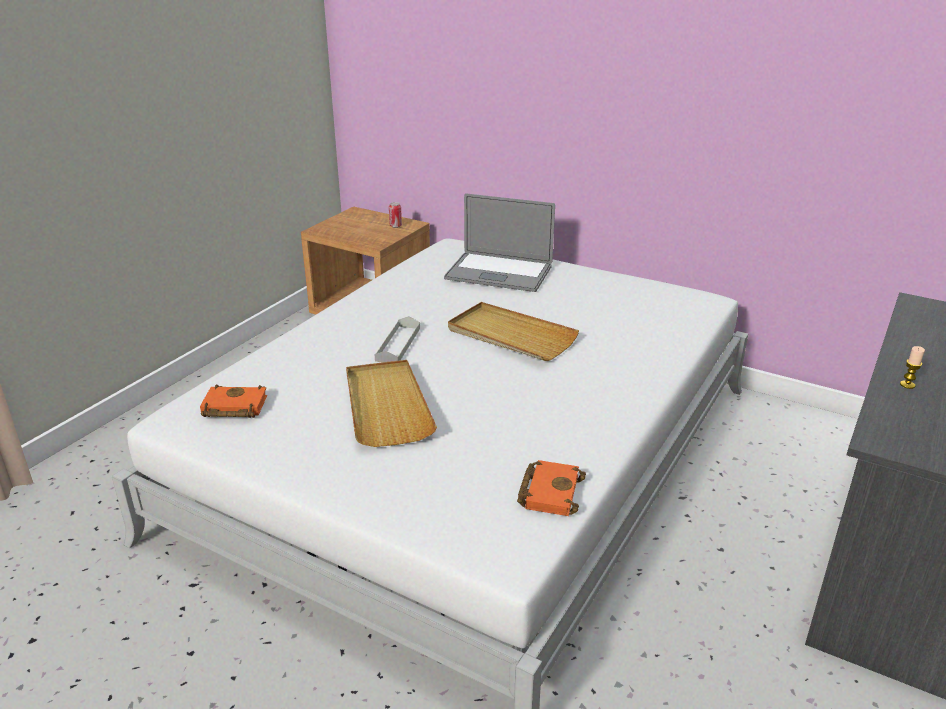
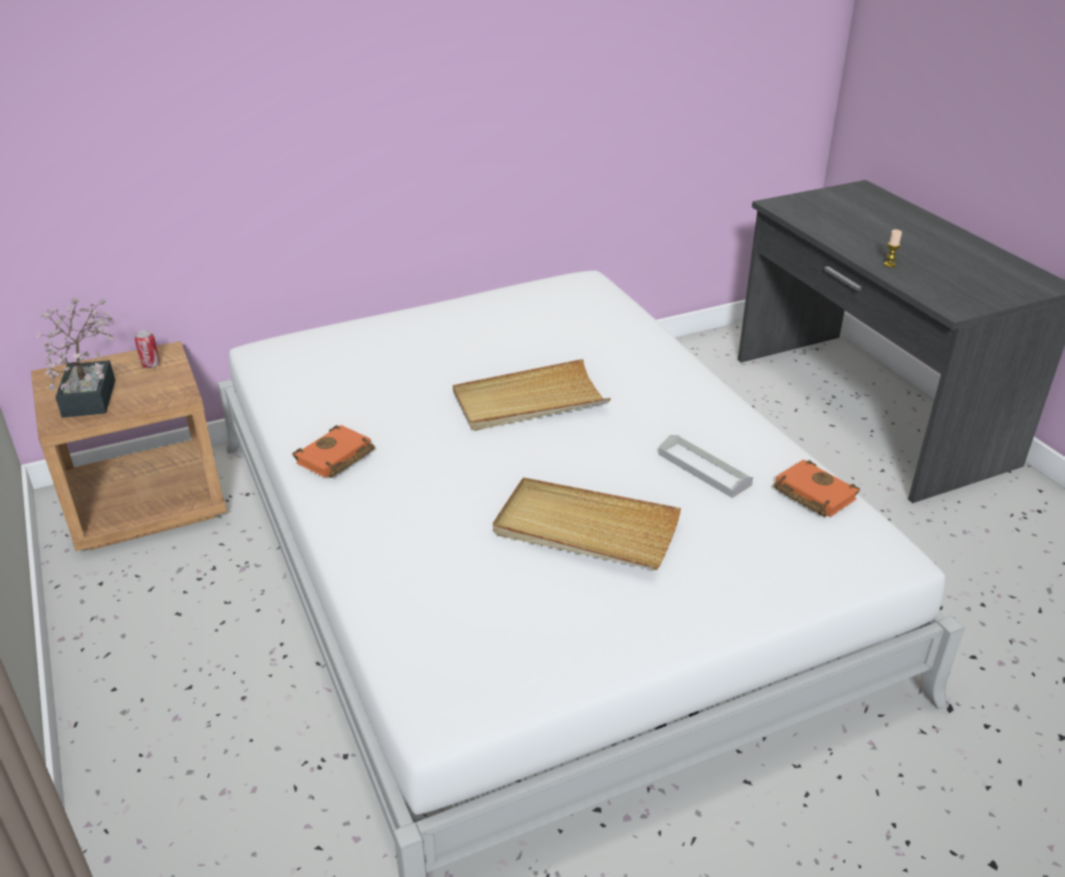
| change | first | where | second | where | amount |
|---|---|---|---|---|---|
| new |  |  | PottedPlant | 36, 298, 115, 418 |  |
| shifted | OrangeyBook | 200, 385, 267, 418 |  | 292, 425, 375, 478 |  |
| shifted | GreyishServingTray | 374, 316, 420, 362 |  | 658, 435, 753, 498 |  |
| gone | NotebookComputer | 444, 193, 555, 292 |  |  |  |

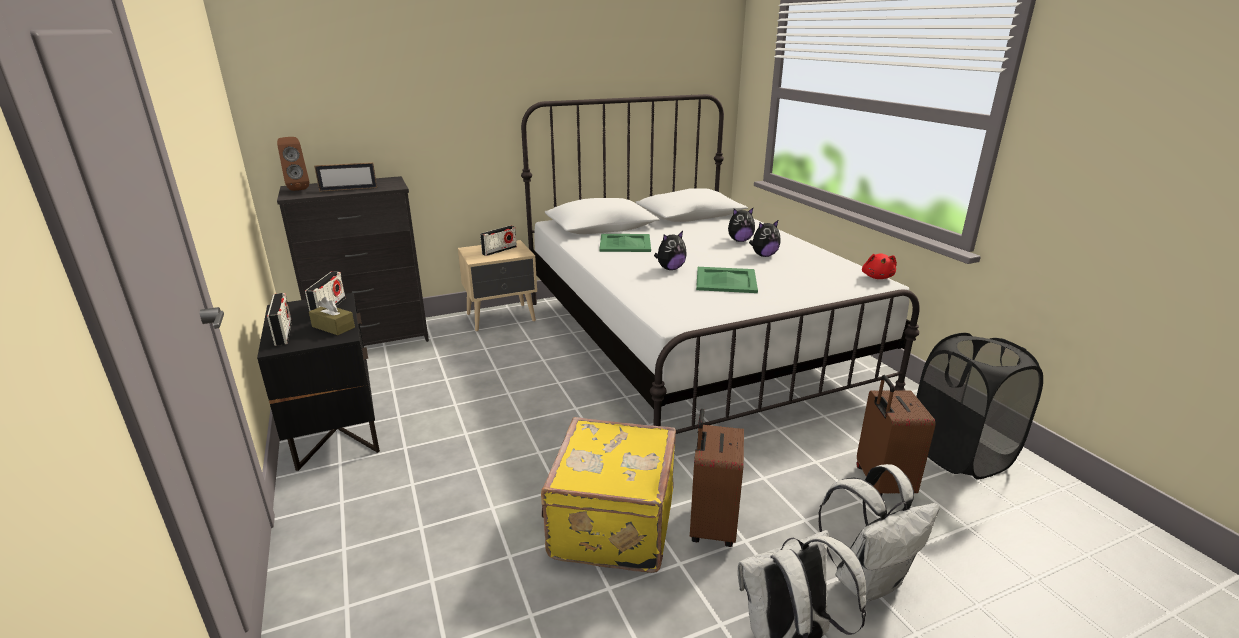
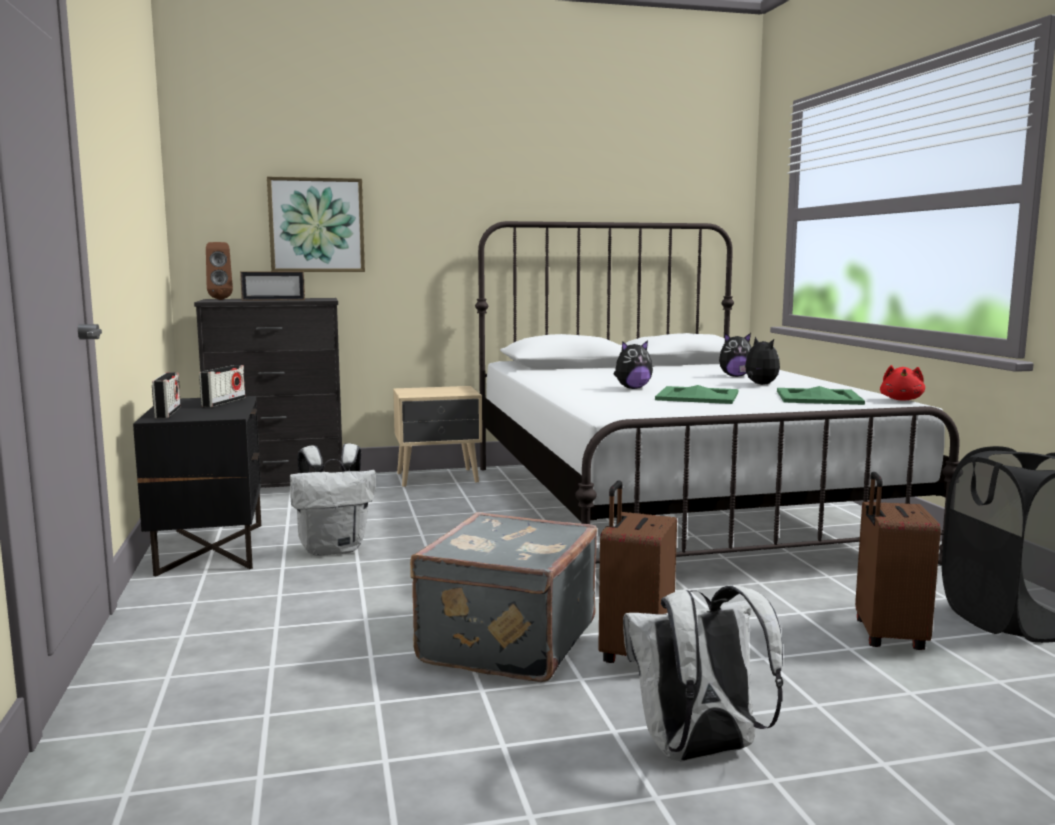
| change | first | where | second | where | amount |
|---|---|---|---|---|---|
| new |  |  | Picture | 267, 177, 365, 272 |  |
| shifted | WhiteKnapsack | 818, 464, 940, 602 |  | 290, 443, 376, 556 |  |
| repainted | YellowishPieceOfLuggage | 541, 417, 676, 573 | GreyishPieceOfLuggage | 410, 512, 597, 682 |  |
| rotated | CuddlyToy | 749, 220, 781, 257 |  | 739, 337, 780, 385 | 105 degrees counterclockwise |
| shifted | GreenishServingTray | 599, 234, 651, 252 |  | 777, 386, 865, 405 |  |
| gone | BrownTissueBox | 309, 297, 355, 335 |  |  |  |
| gone | RadioReceiver | 480, 225, 517, 256 |  |  |  |

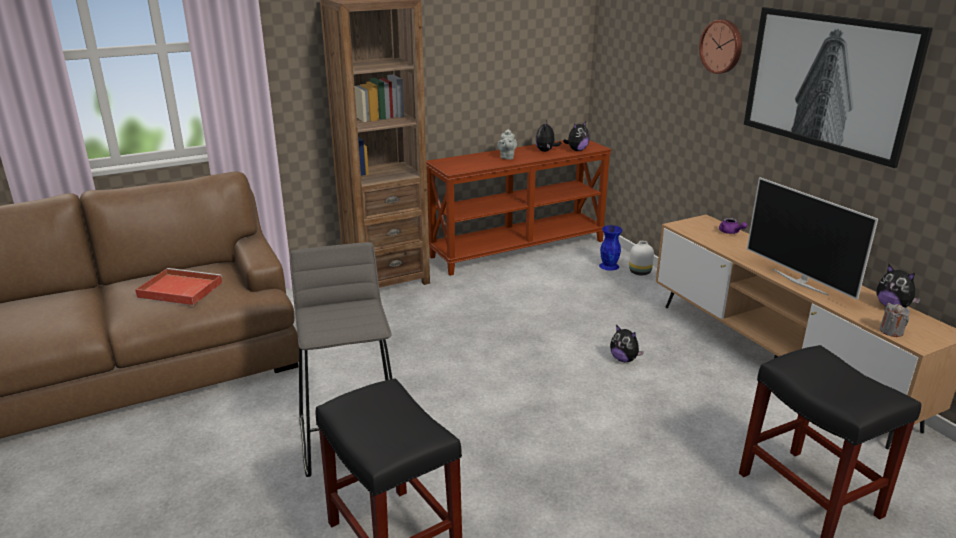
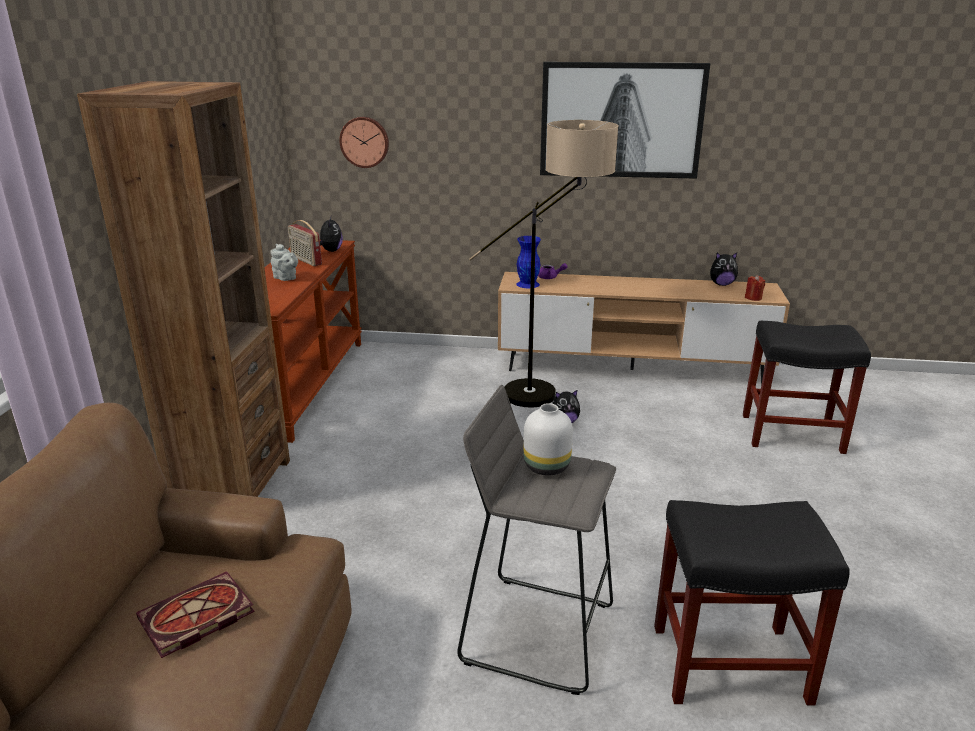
| change | first | where | second | where | amount |
|---|---|---|---|---|---|
| swapped | ReddishServingTray | 135, 268, 223, 305 | Book | 136, 571, 254, 658 |  |
| swapped | CuddlyToy | 536, 120, 561, 152 | RadioReceiver | 288, 220, 322, 266 |  |
| shifted | HangingClock | 699, 20, 742, 74 |  | 339, 117, 389, 168 |  |
| new |  |  | FloorLamp | 469, 120, 619, 408 |  |
| shifted | BlueColouredVase | 599, 225, 623, 271 |  | 516, 236, 541, 288 |  |
| shifted | WhiteVase | 629, 241, 654, 275 |  | 524, 403, 573, 476 |  |
| repainted | GreyishWaxCandle | 880, 303, 910, 337 | ReddishWaxCandle | 745, 275, 765, 301 |  |
| gone | TvSet | 747, 177, 878, 300 |  |  |  |

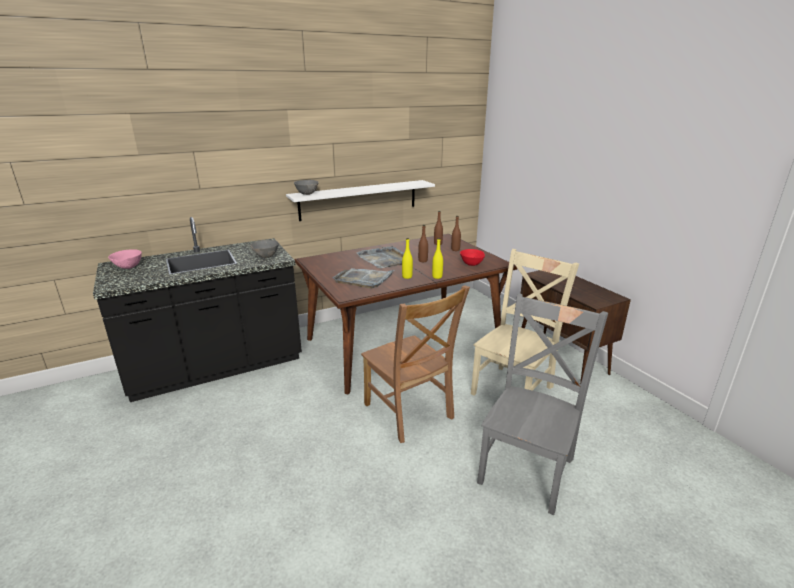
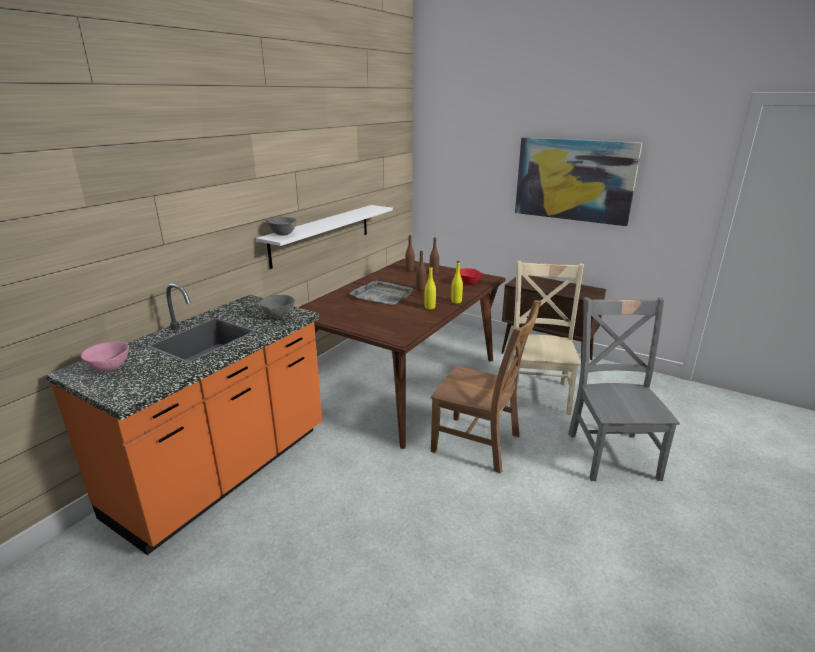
| change | first | where | second | where | amount |
|---|---|---|---|---|---|
| repainted | BlackKitchenBaseUnit | 93, 217, 302, 402 | OrangeyKitchenBaseUnit | 46, 283, 322, 555 |  |
| new |  |  | Picture | 515, 137, 642, 226 |  |
| gone | GreyishServingTray | 333, 268, 394, 288 |  |  |  |

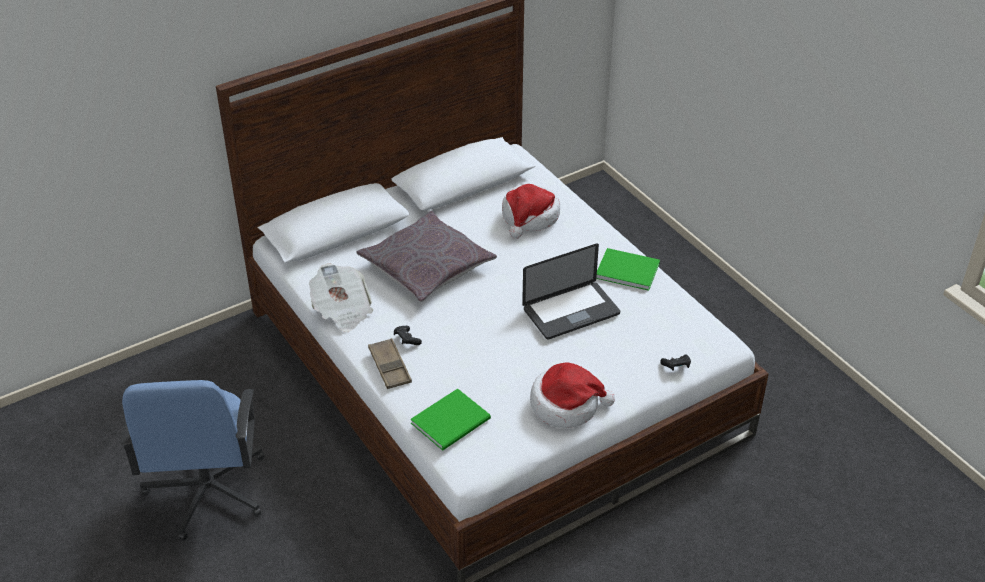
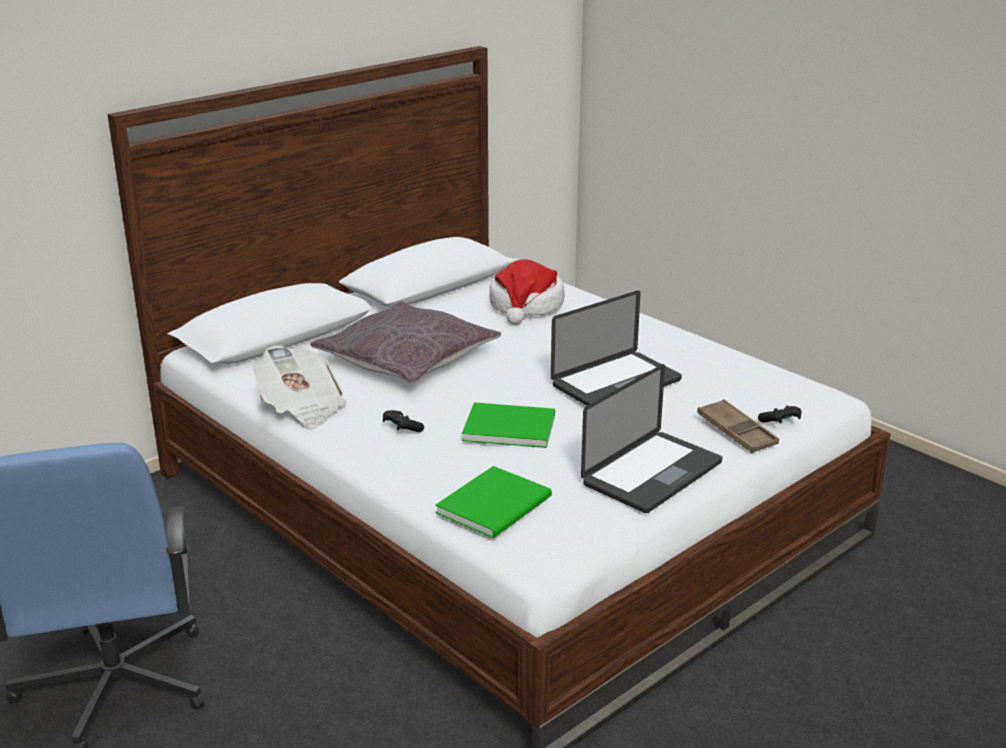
| change | first | where | second | where | amount |
|---|---|---|---|---|---|
| shifted | GreenishBook | 596, 248, 660, 291 |  | 462, 402, 555, 448 |  |
| swapped | WearableHat | 530, 362, 615, 428 | NotebookComputer | 581, 364, 722, 513 |  |
| shifted | BrownServingTray | 368, 338, 412, 389 |  | 697, 399, 779, 453 |  |

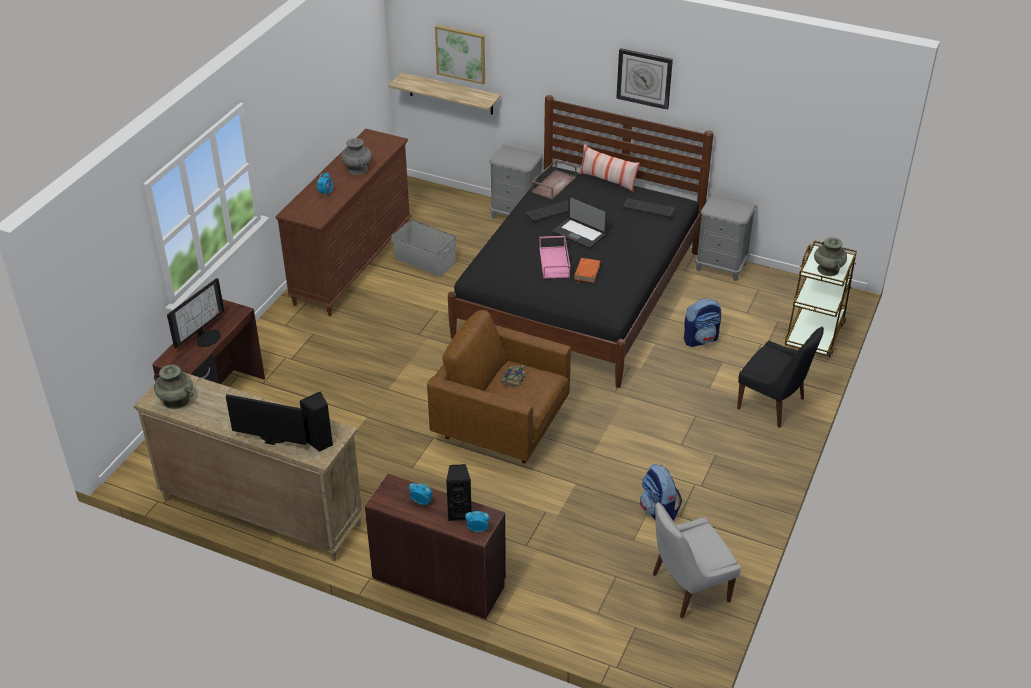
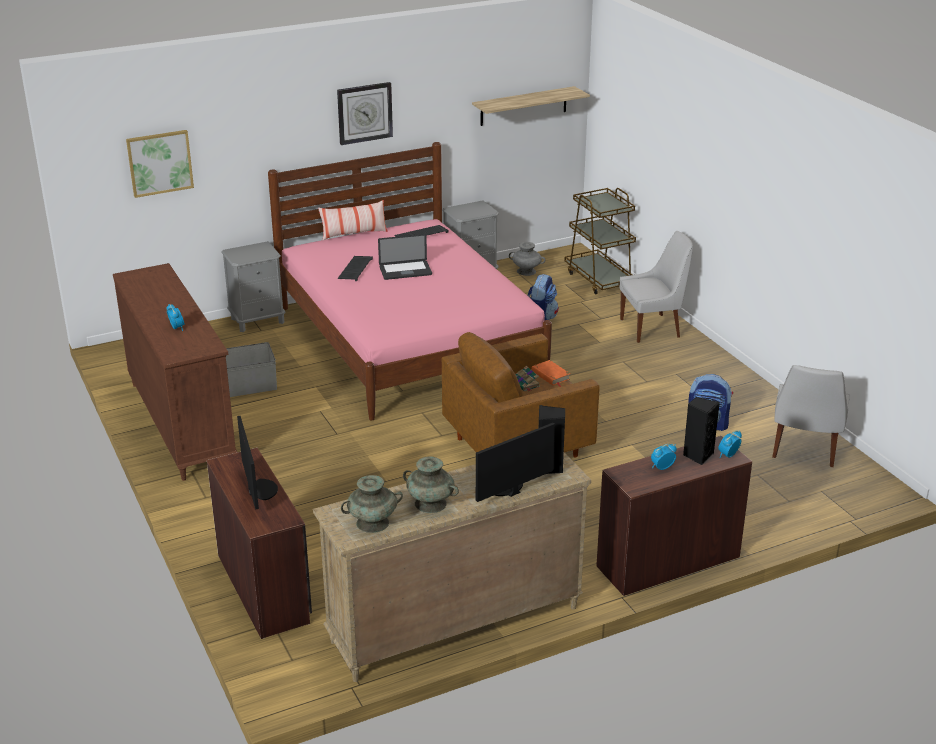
| change | first | where | second | where | amount |
|---|---|---|---|---|---|
| repainted | BlackBed | 448, 95, 714, 388 | PinkishBed | 268, 142, 552, 420 |  |
| shifted | BlueGreenVase | 814, 237, 847, 276 |  | 403, 456, 459, 513 |  |
| shifted | BracketShelf | 388, 72, 501, 115 |  | 472, 86, 590, 126 |  |
| shifted | GreyishVase | 341, 138, 372, 175 |  | 509, 242, 546, 276 |  |
| shifted | OrangeyBook | 574, 258, 600, 284 |  | 532, 360, 570, 387 |  |
| repainted | BlackPlainChair | 737, 327, 824, 428 | WhitePlainChair | 620, 231, 693, 343 |  |
| gone | BrownServingTray | 532, 160, 577, 200 |  |  |  |
| gone | PinkishServingTray | 539, 236, 570, 279 |  |  |  |

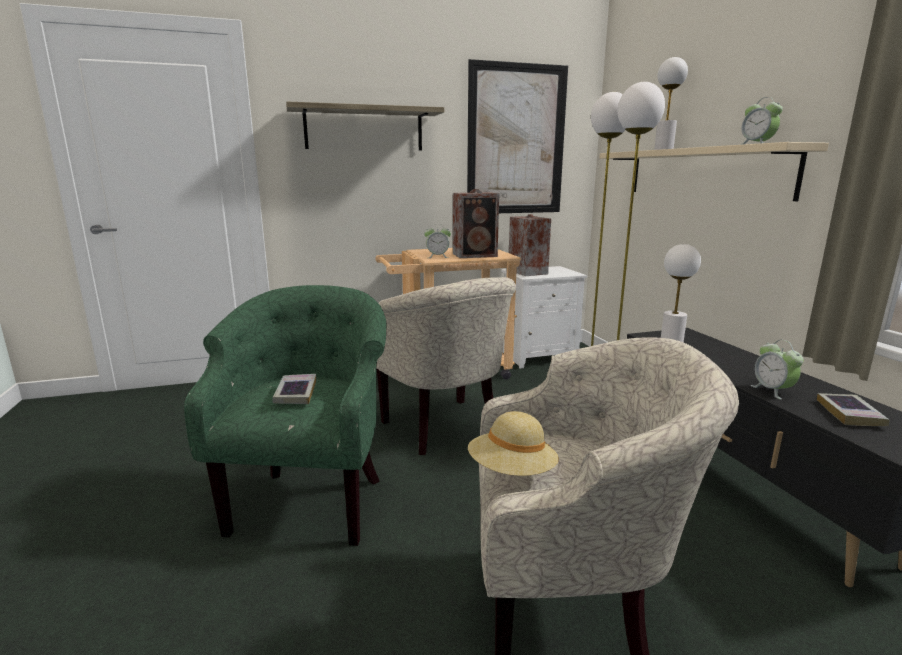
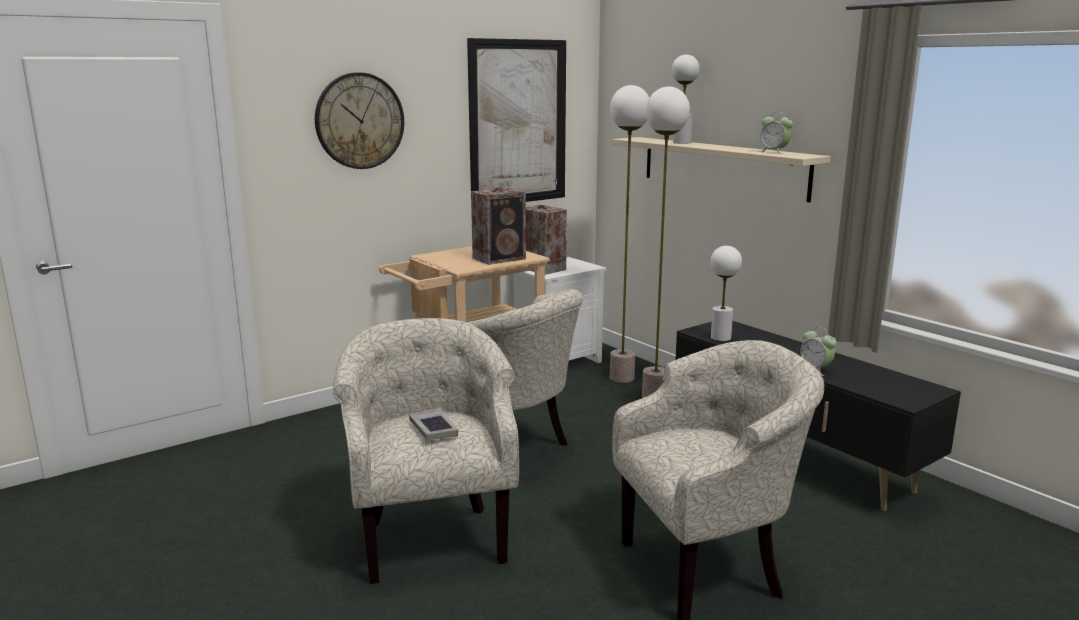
| change | first | where | second | where | amount |
|---|---|---|---|---|---|
| swapped | BracketShelf | 286, 102, 444, 150 | HangingClock | 315, 72, 404, 169 |  |
| repainted | GreenishEasyChair | 184, 285, 386, 546 | BeigeColouredEasyChair | 333, 318, 519, 584 |  |
| gone | AlarmClock | 424, 227, 451, 258 |  |  |  |
| gone | BeigeColouredWearableHat | 468, 411, 559, 476 |  |  |  |
| gone | Book | 817, 393, 890, 426 |  |  |  |

